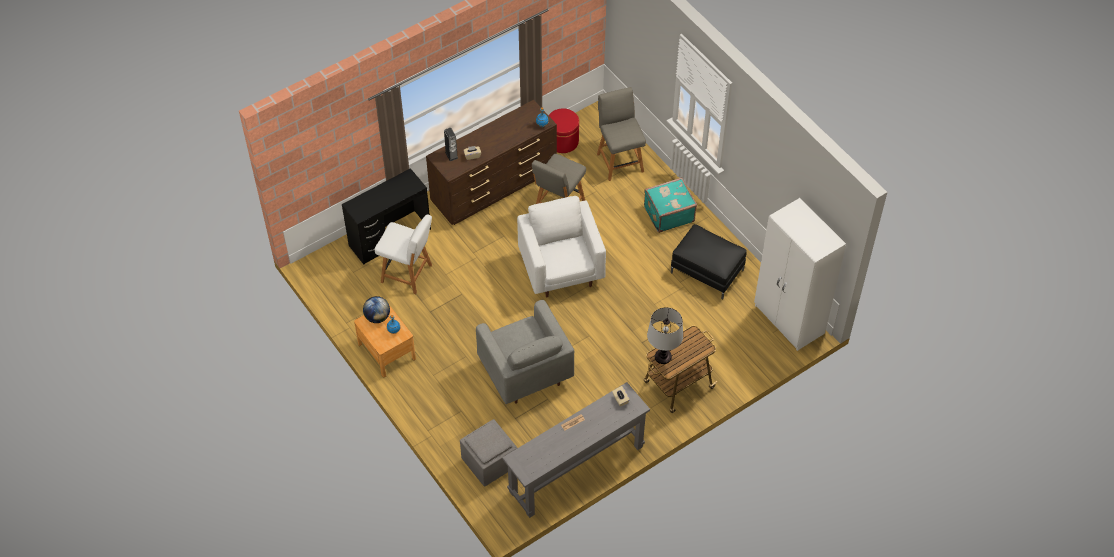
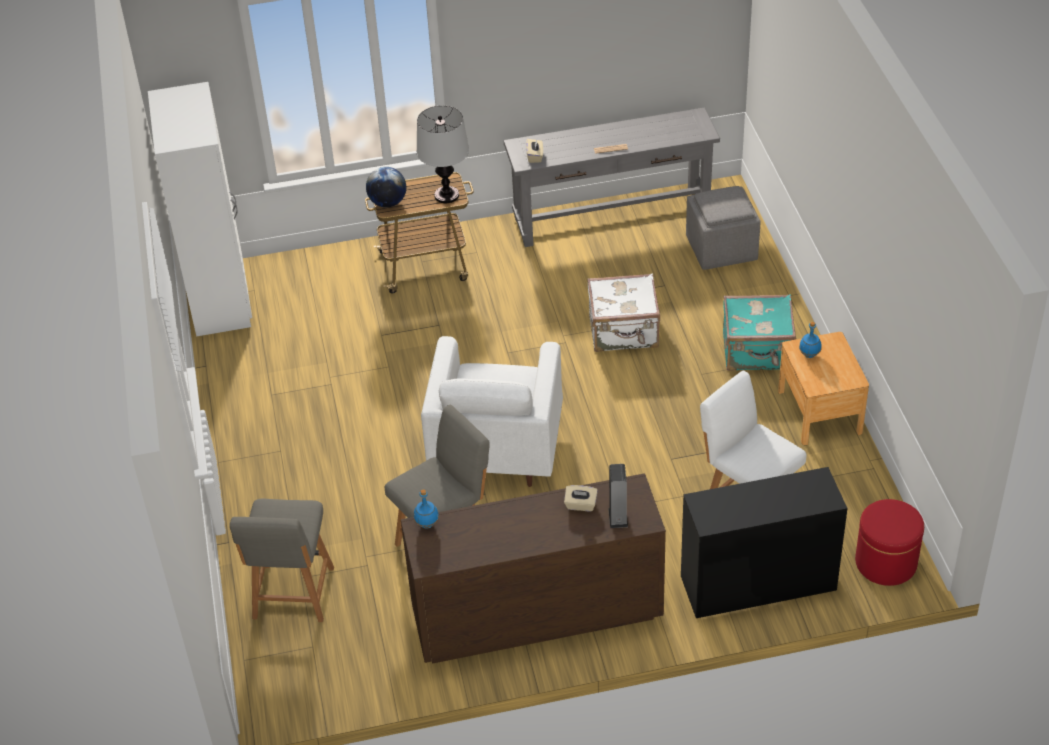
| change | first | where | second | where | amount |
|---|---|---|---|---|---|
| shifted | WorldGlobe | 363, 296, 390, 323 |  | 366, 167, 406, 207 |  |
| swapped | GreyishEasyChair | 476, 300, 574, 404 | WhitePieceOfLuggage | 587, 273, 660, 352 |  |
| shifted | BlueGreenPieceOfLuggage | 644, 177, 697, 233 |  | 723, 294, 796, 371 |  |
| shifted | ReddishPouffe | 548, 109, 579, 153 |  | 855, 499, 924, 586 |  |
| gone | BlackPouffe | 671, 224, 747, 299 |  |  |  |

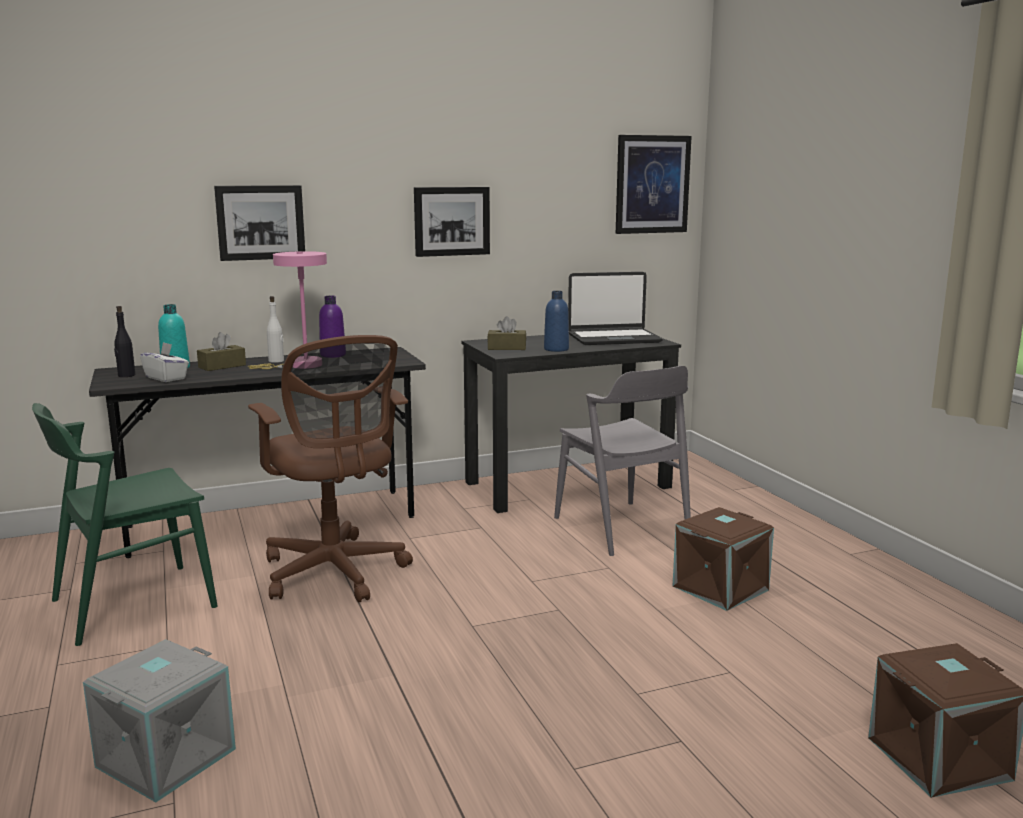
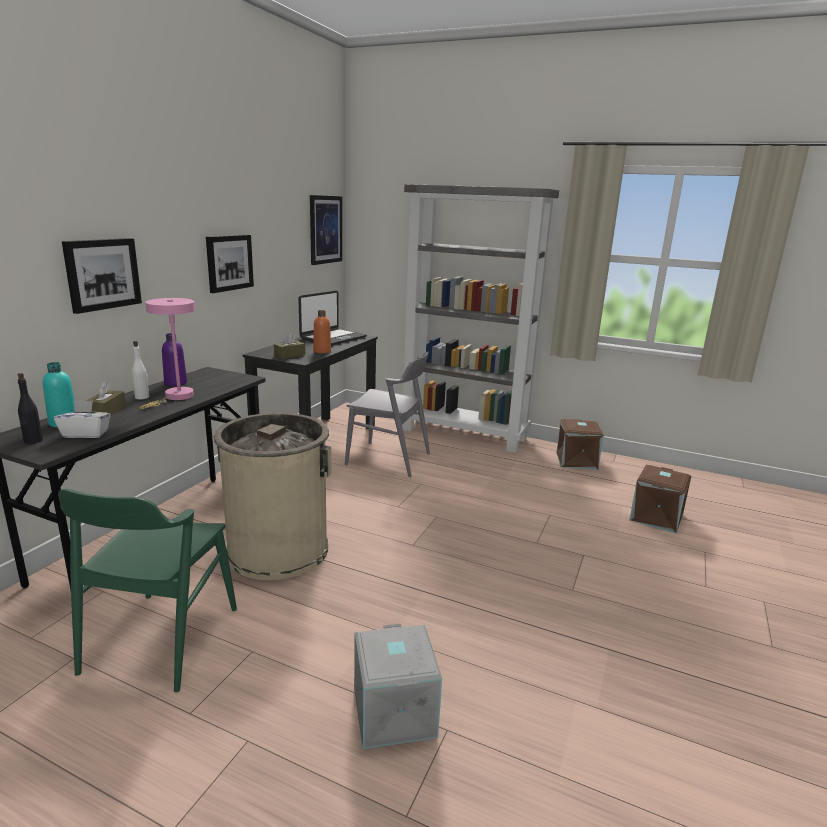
| change | first | where | second | where | amount |
|---|---|---|---|---|---|
| swapped | BrownDeskChair | 248, 335, 413, 602 | BeigeColouredWasteBin | 214, 413, 332, 580 |  |
| repainted | BlueColouredBeverageBottle | 544, 291, 569, 352 | OrangeyBeverageBottle | 313, 310, 331, 353 |  |
| new |  |  | GreyishBookshelf | 402, 184, 559, 453 |  |
| shifted | BrownStorageBox | 672, 507, 774, 611 |  | 556, 419, 604, 470 |  |

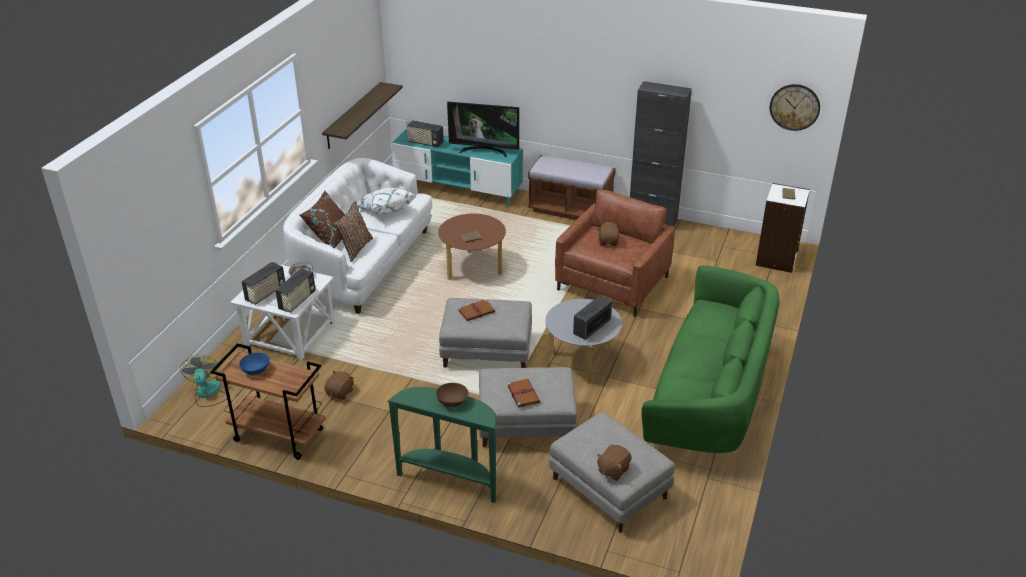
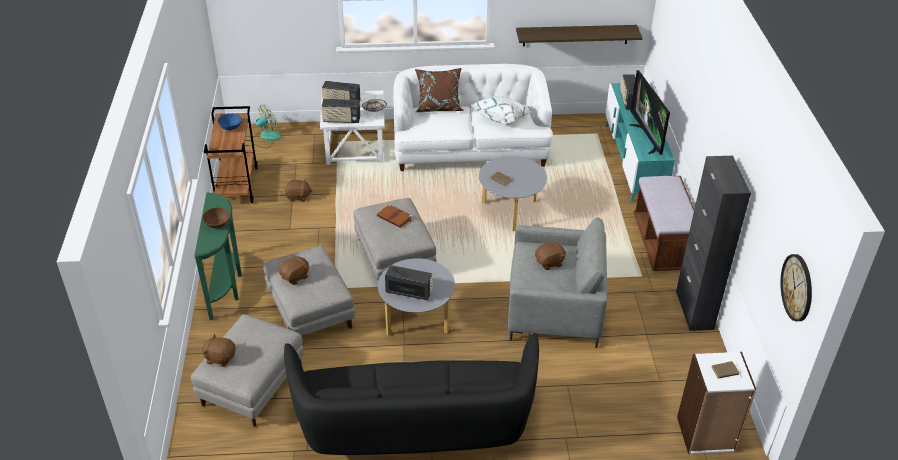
| change | first | where | second | where | amount |
|---|---|---|---|---|---|
| swapped | BrownBook | 507, 379, 540, 408 | BrownCuddlyToy | 279, 254, 309, 285 |  |
| repainted | GreenishCouch | 641, 265, 779, 459 | BlackCouch | 284, 333, 539, 455 |  |
| repainted | BrownCoffeeTable | 438, 214, 506, 280 | GreyishCoffeeTable | 479, 156, 547, 231 |  |
| repainted | BrownEasyChair | 555, 189, 675, 317 | GreyishEasyChair | 508, 217, 607, 348 |  |
| gone | BrownPillow | 333, 201, 373, 262 |  |  |  |

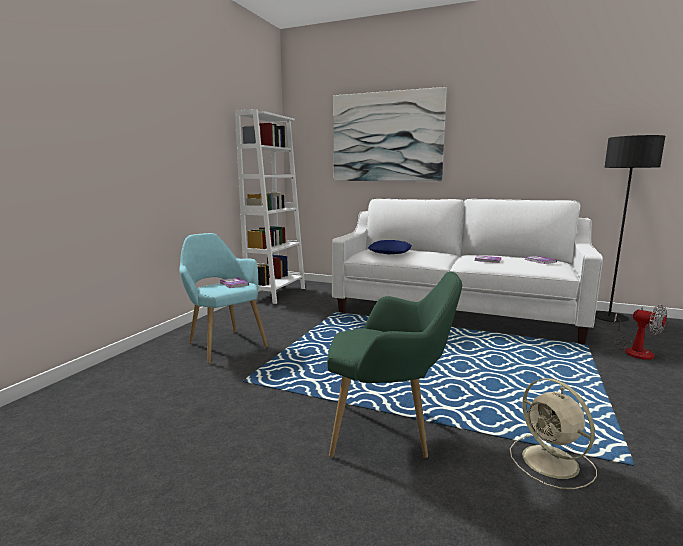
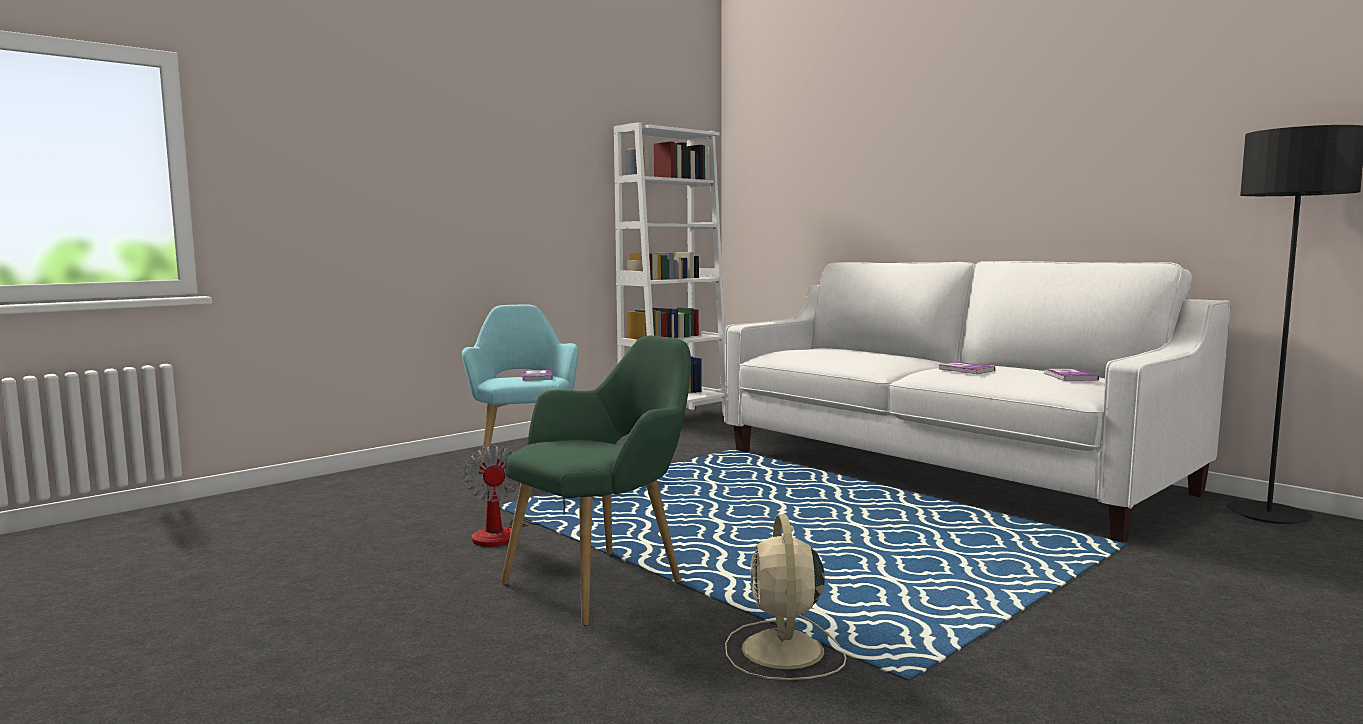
| change | first | where | second | where | amount |
|---|---|---|---|---|---|
| shifted | Fan | 614, 305, 667, 360 |  | 464, 445, 565, 547 |  |
| rotated | GreenishEasyChair | 327, 272, 462, 458 |  | 501, 336, 691, 626 | 75 degrees counterclockwise |
| gone | Picture | 334, 87, 447, 181 |  |  |  |
| gone | BlueColouredPillow | 368, 240, 412, 254 |  |  |  |

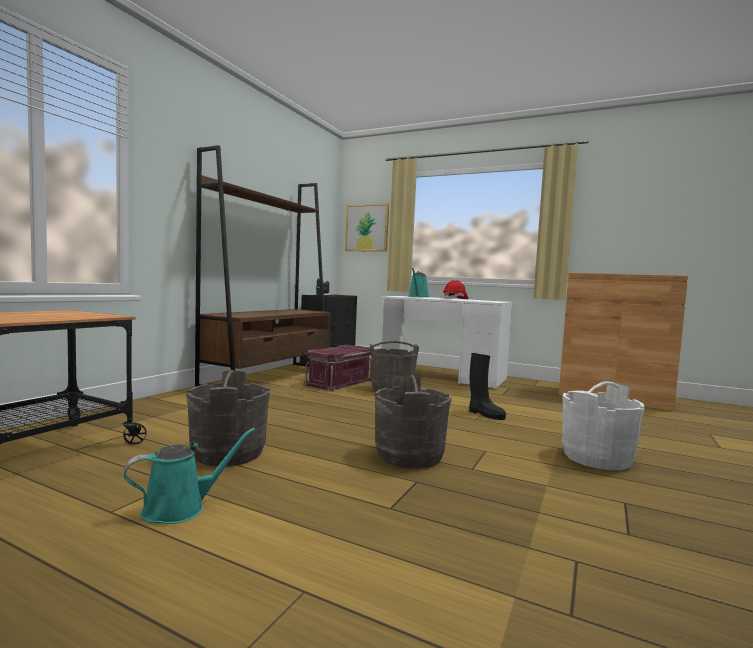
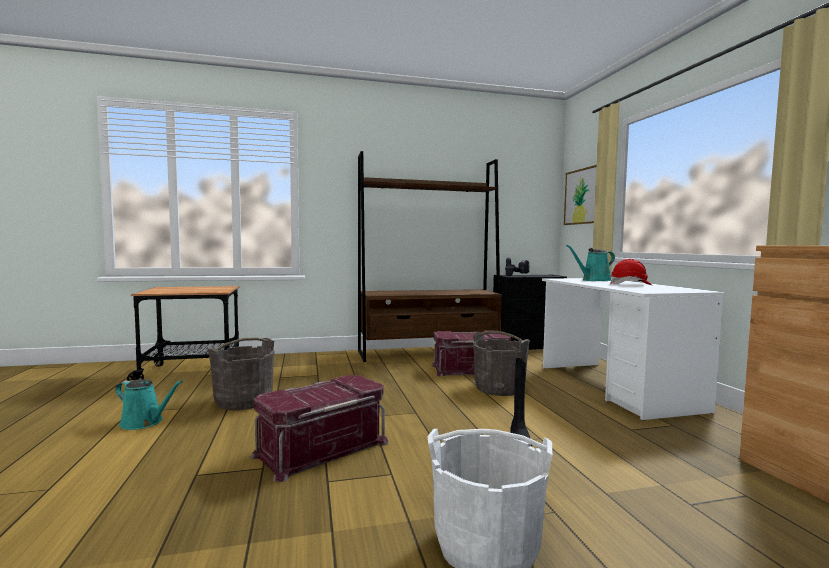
| change | first | where | second | where | amount |
|---|---|---|---|---|---|
| swapped | GreyishBucket | 374, 375, 452, 469 | ReddishStorageBox | 250, 375, 388, 482 |  |

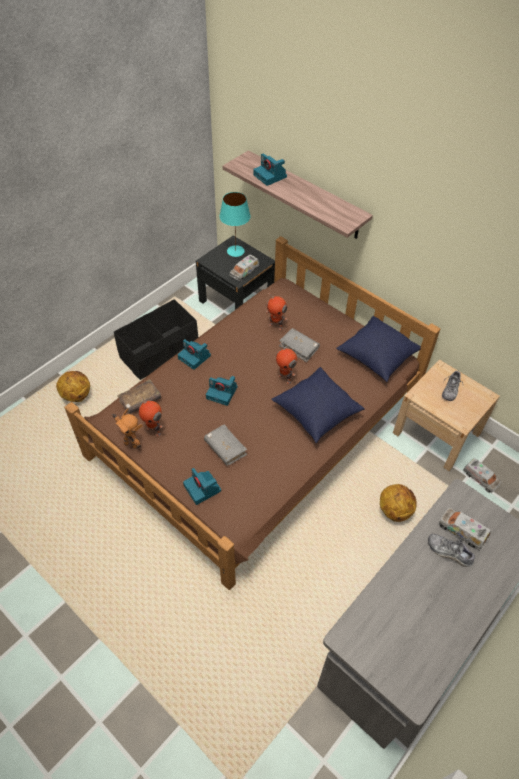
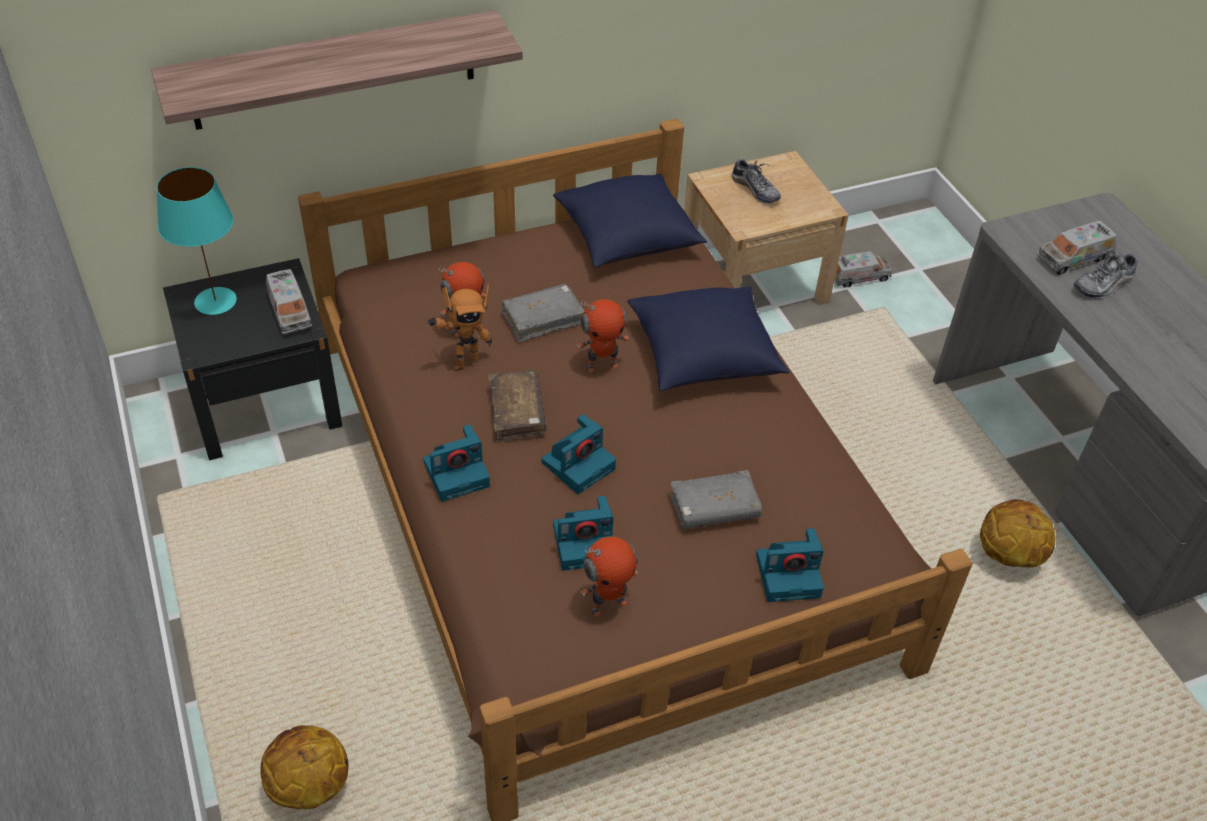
| change | first | where | second | where | amount |
|---|---|---|---|---|---|
| shifted | RobotFigure | 112, 408, 143, 448 |  | 427, 284, 492, 371 |  |
| shifted | BrownBook | 117, 379, 162, 414 |  | 488, 370, 546, 443 |  |
| shifted | StillCamera | 254, 153, 287, 186 |  | 553, 495, 613, 571 |  |
| shifted | BasketballBall | 380, 484, 417, 522 |  | 980, 499, 1055, 567 |  |
| gone | BlackStorageBox | 114, 299, 198, 380 |  |  |  |

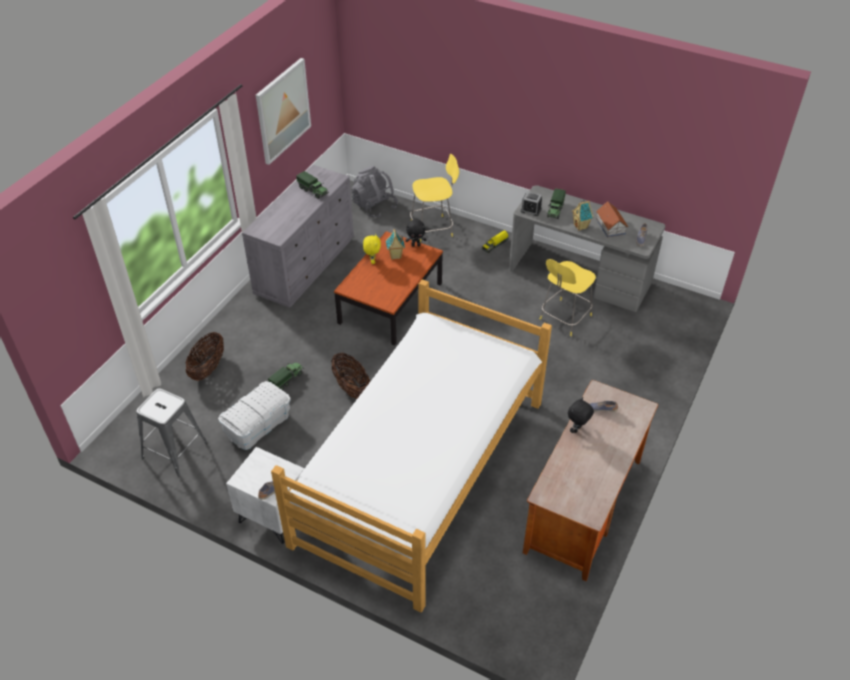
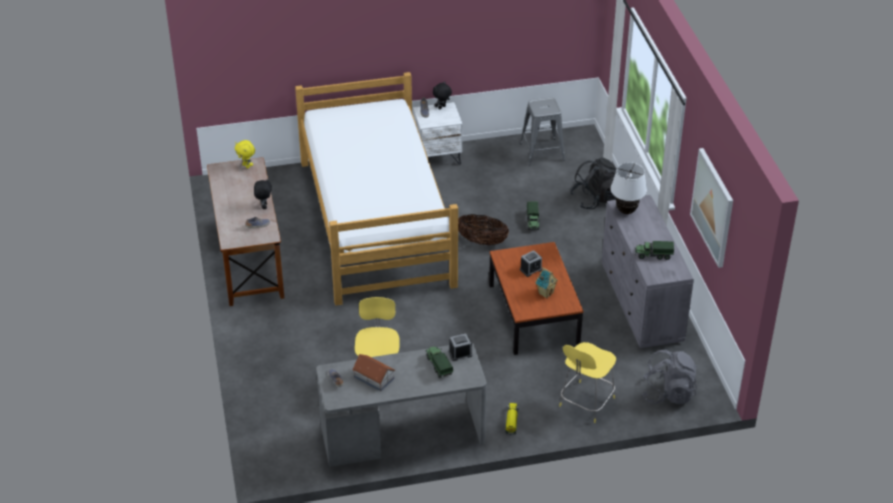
| change | first | where | second | where | amount |
|---|---|---|---|---|---|
| shifted | YellowishCuddlyToy | 363, 234, 381, 264 |  | 235, 140, 255, 169 |  |
| shifted | BlackCuddlyToy | 405, 219, 426, 247 |  | 433, 81, 452, 109 |  |
| new |  |  | AlarmClock | 520, 250, 542, 277 |  |
| swapped | Basket | 186, 332, 224, 381 | BlackKnapsack | 570, 157, 617, 209 |  |
| new |  |  | WhiteLampForATable | 610, 162, 647, 214 |  |
| gone | WhiteStorageBox | 218, 381, 291, 450 |  |  |  |
| gone | ModelHouse | 572, 200, 593, 231 |  |  |  |

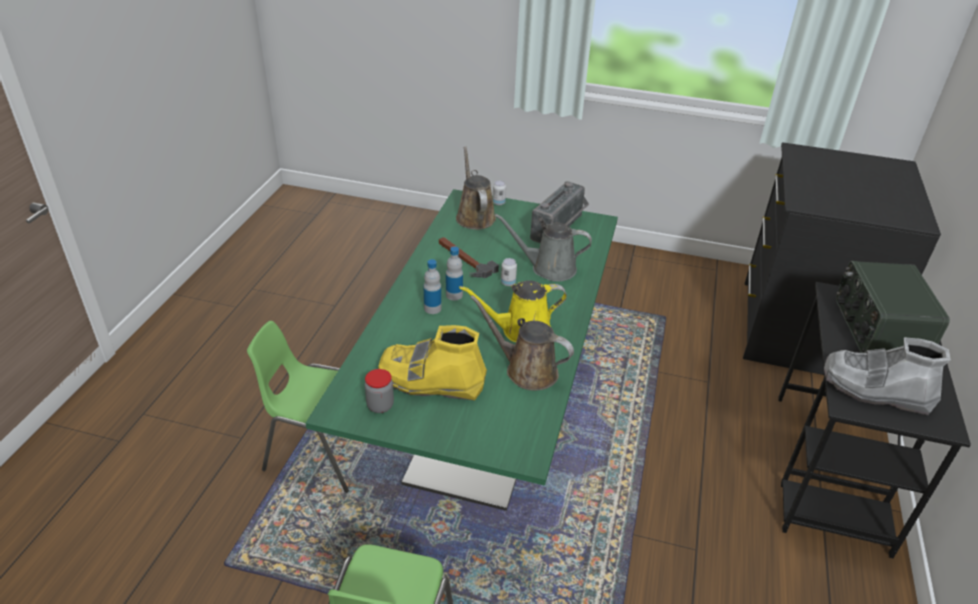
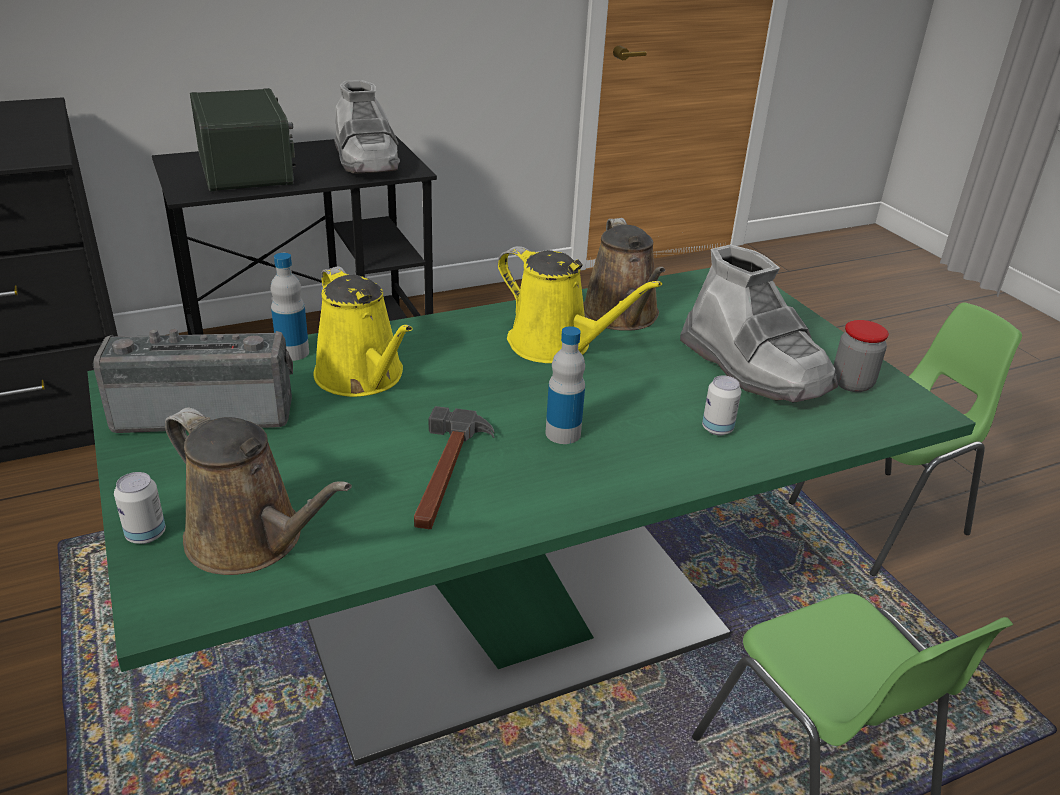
| change | first | where | second | where | amount |
|---|---|---|---|---|---|
| rotated | BrownWateringCan | 456, 146, 496, 230 |  | 165, 408, 352, 575 | 90 degrees counterclockwise |
| rotated | RadioReceiver | 836, 261, 950, 353 |  | 190, 88, 296, 192 | 75 degrees counterclockwise |
| shifted | BeverageBottle | 424, 259, 441, 314 |  | 271, 253, 309, 361 |  |
| repainted | GreyishWateringCan | 495, 214, 592, 282 | YellowishWateringCan | 314, 266, 413, 397 |  |
| repainted | YellowishHighTopBoot | 378, 325, 487, 400 | GreyishHighTopBoot | 680, 244, 838, 402 |  |
| shifted | SealedCan | 501, 258, 517, 286 |  | 702, 376, 741, 435 |  |

